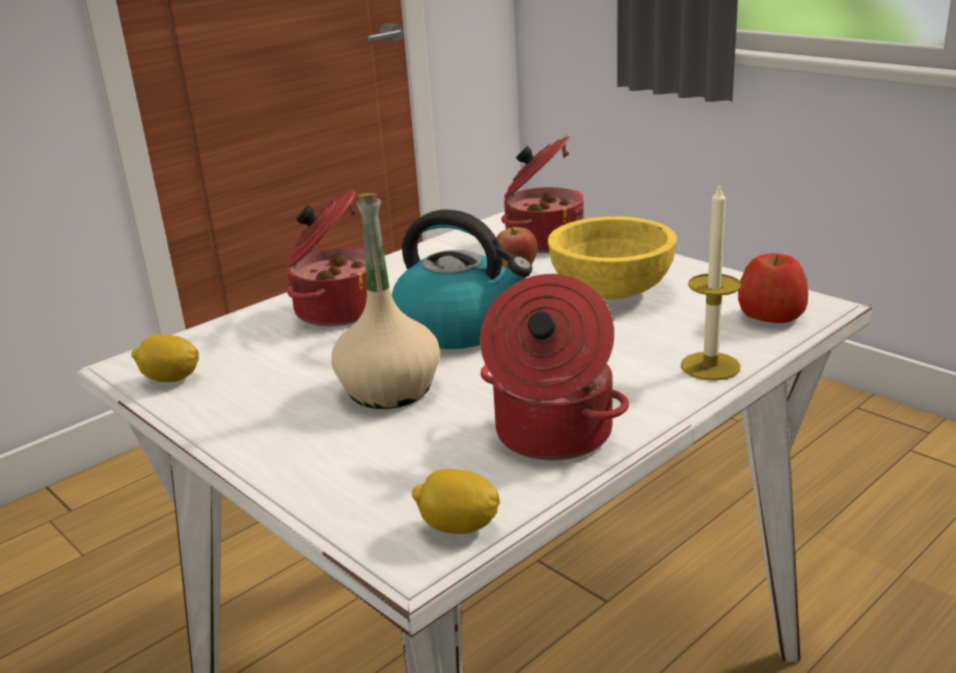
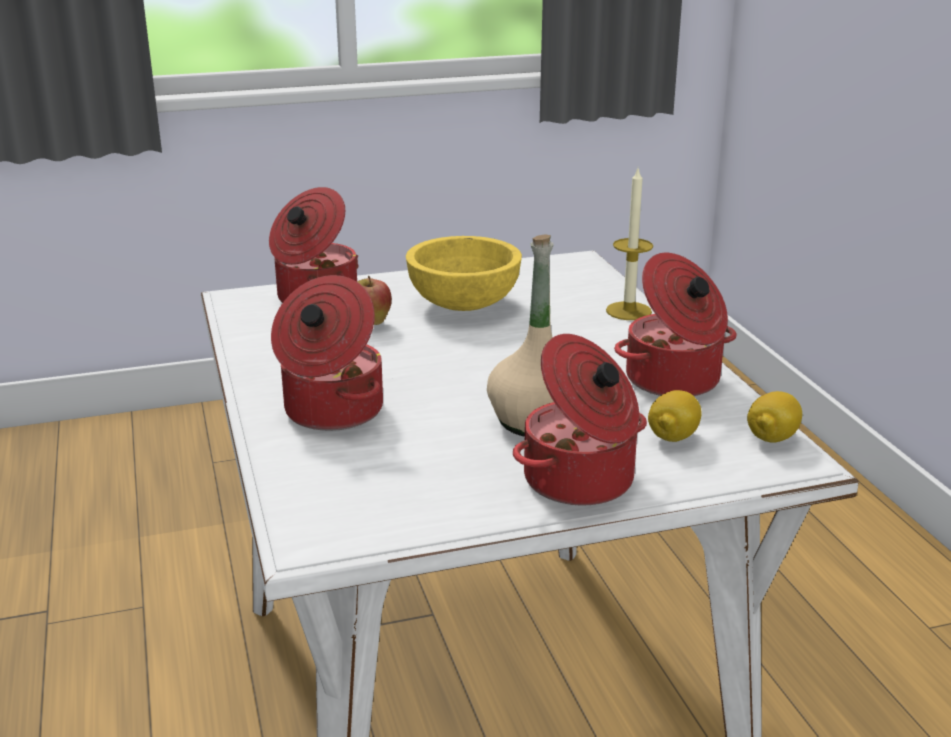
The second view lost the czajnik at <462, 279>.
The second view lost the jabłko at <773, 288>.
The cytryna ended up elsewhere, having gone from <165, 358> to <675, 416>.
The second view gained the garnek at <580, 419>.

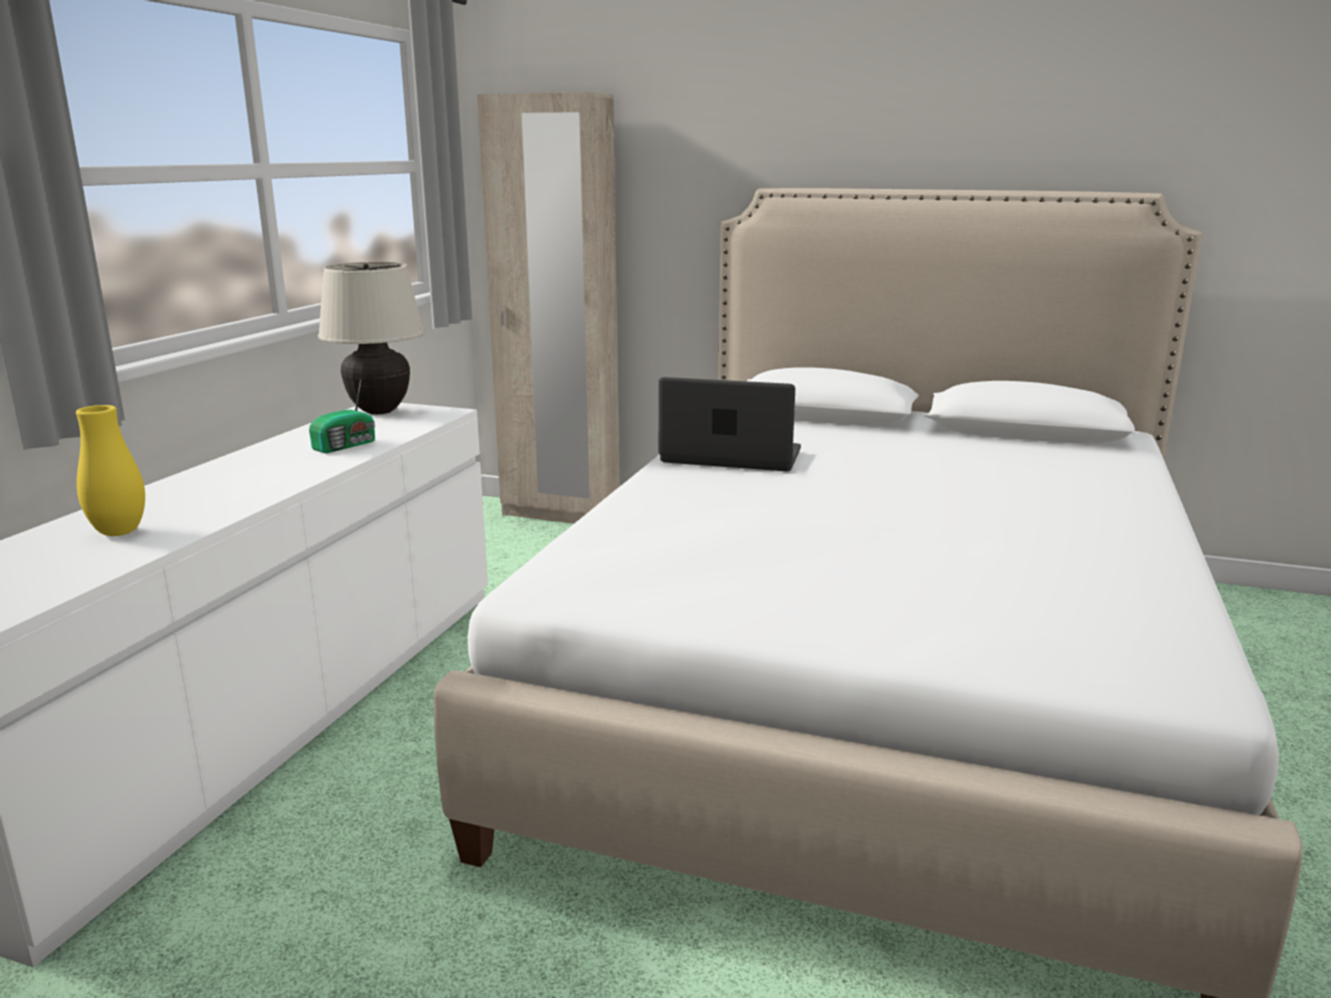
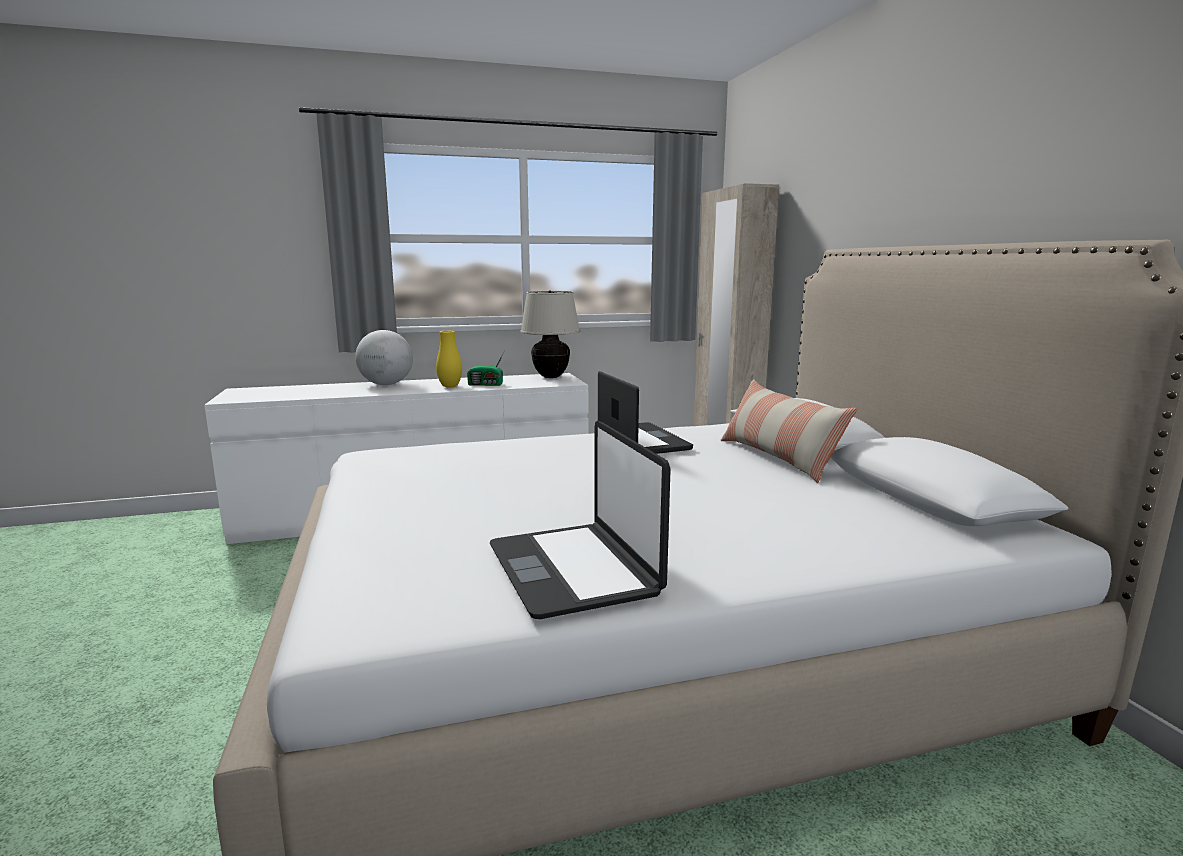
The wazon/żółty ended up elsewhere, having gone from <110, 470> to <449, 359>.
The second view gained the globus at <384, 357>.
The second view gained the poduszka at <788, 431>.
The second view gained the laptop at <580, 520>.

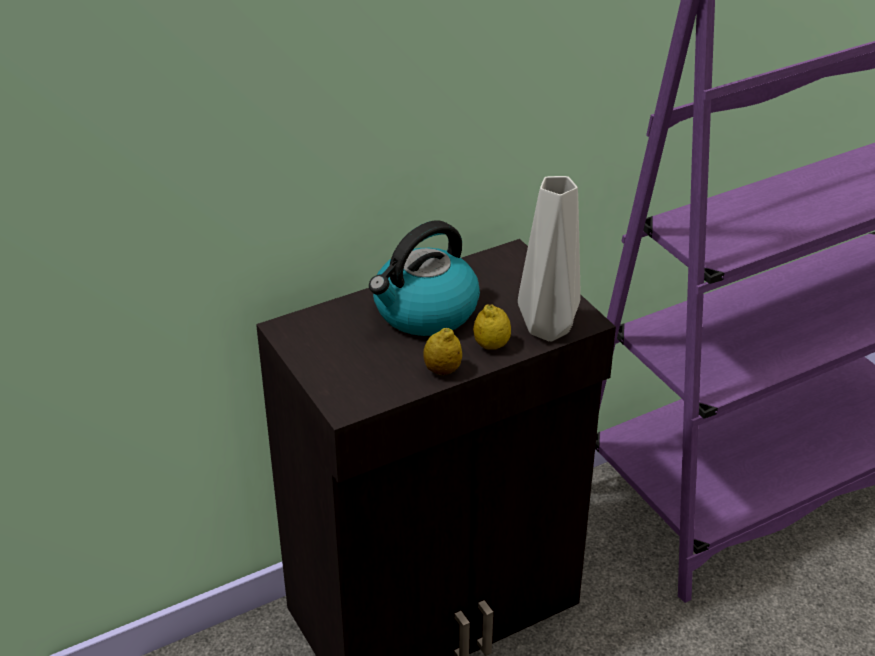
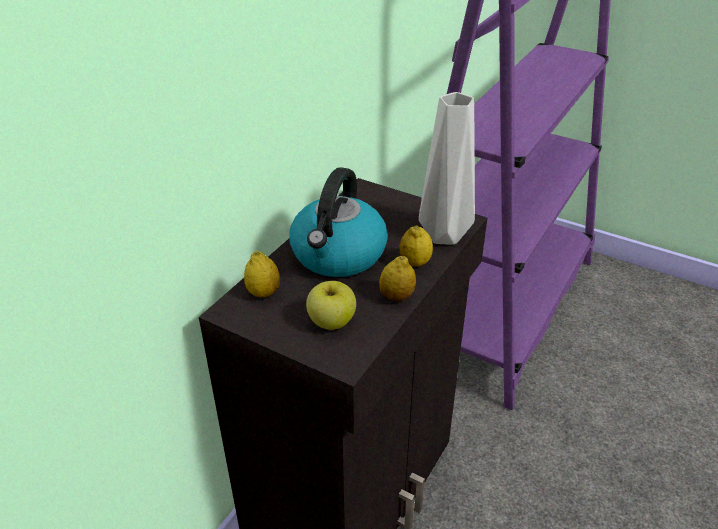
The second view gained the cytryna at <262, 274>.
The second view gained the jabłko at <331, 305>.

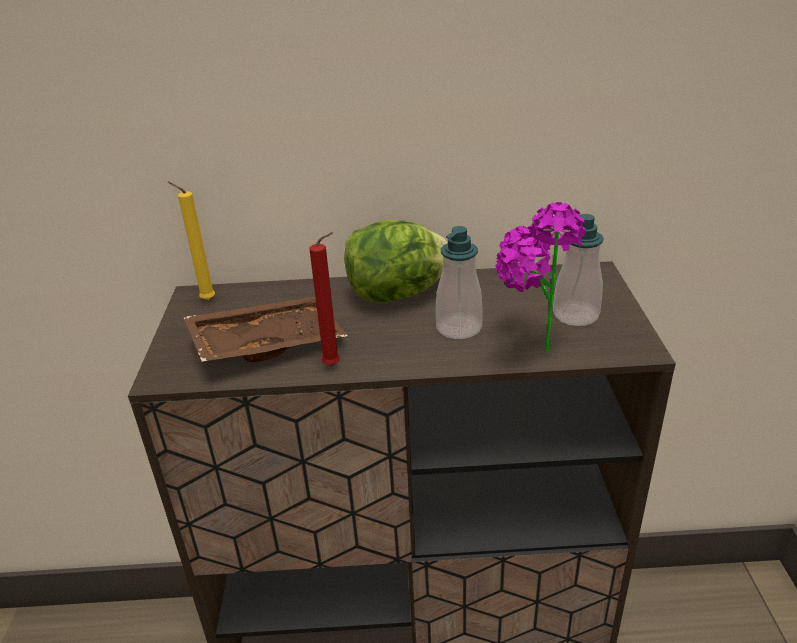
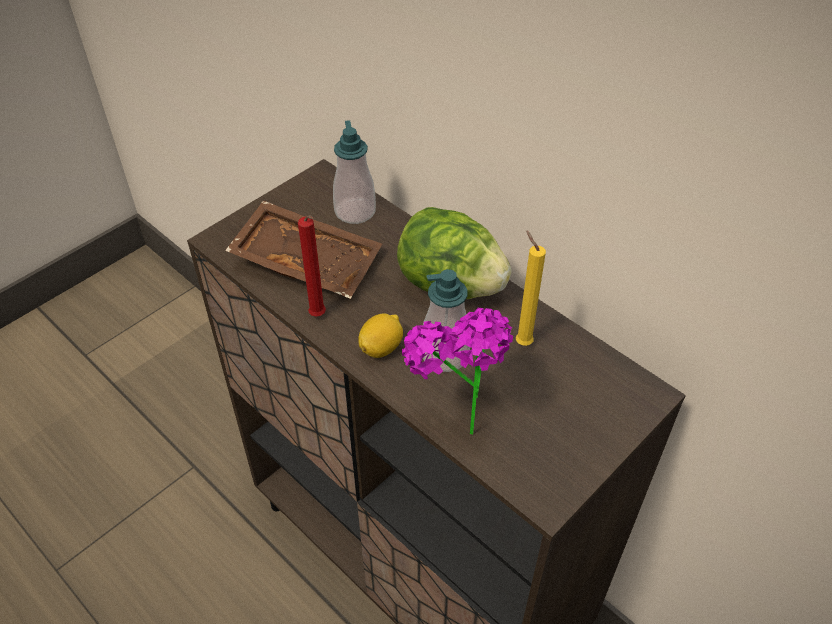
The świeca/żółty ended up elsewhere, having gone from <191, 240> to <531, 288>.
The dozownik mydła ended up elsewhere, having gone from <578, 270> to <354, 172>.
The second view gained the cytryna at <380, 335>.

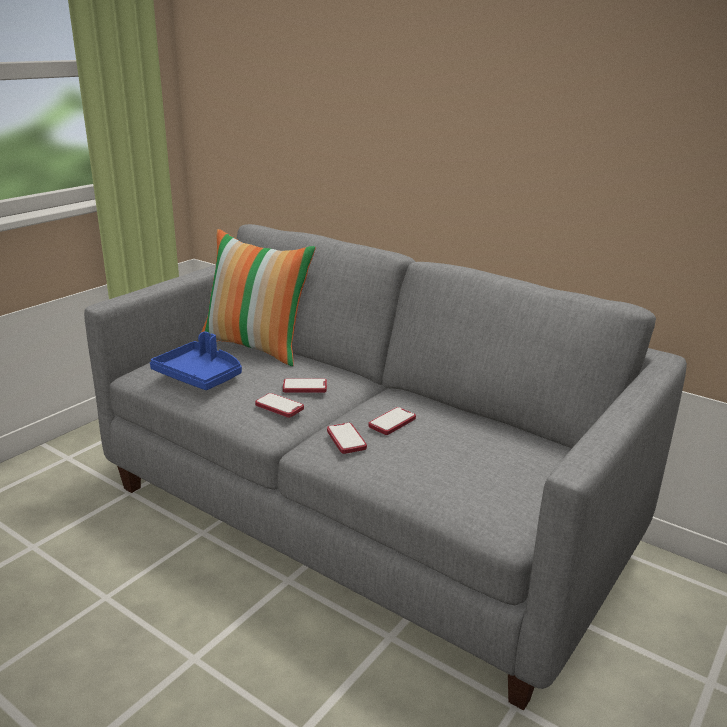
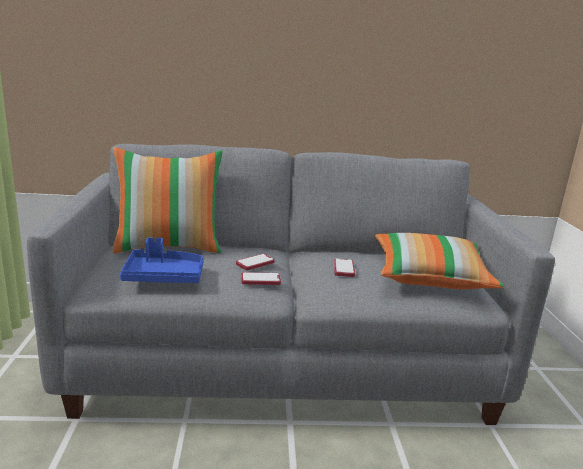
The second view lost the telefon at <347, 438>.
The second view gained the poduszka at <439, 261>.

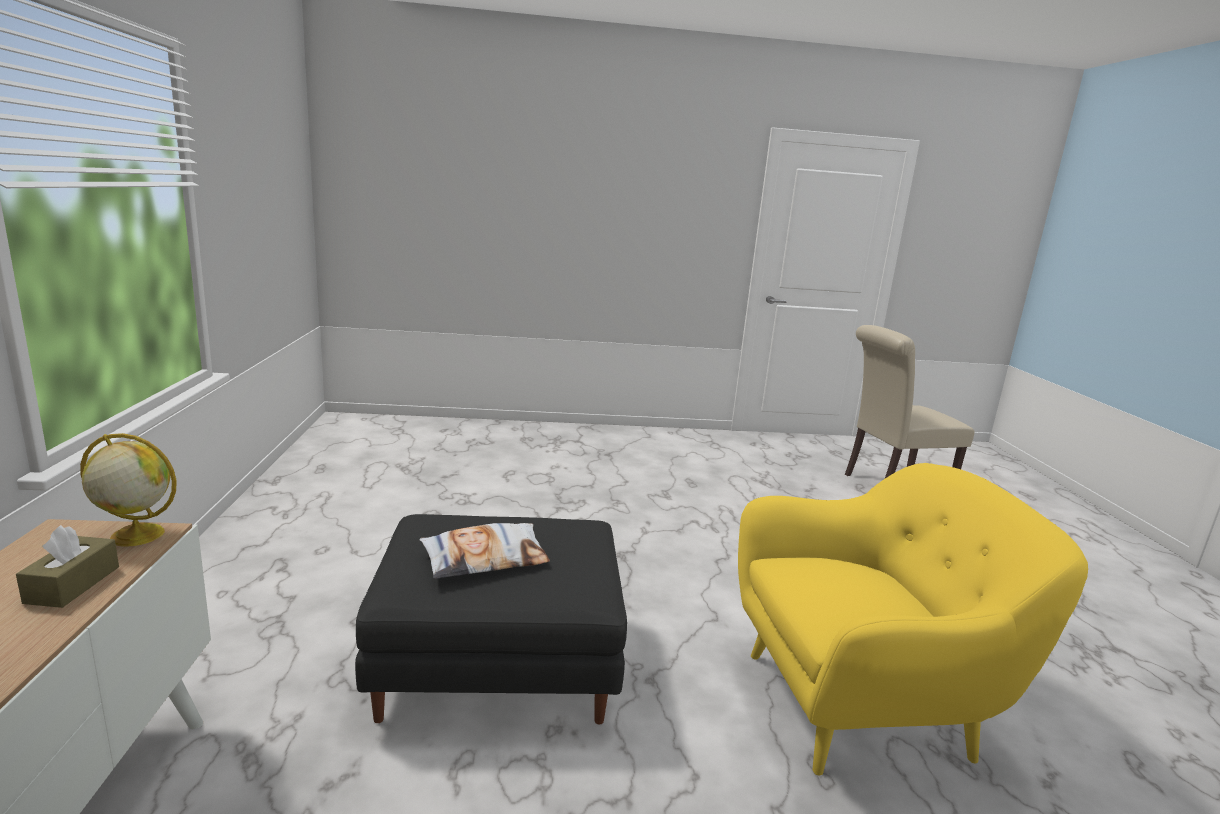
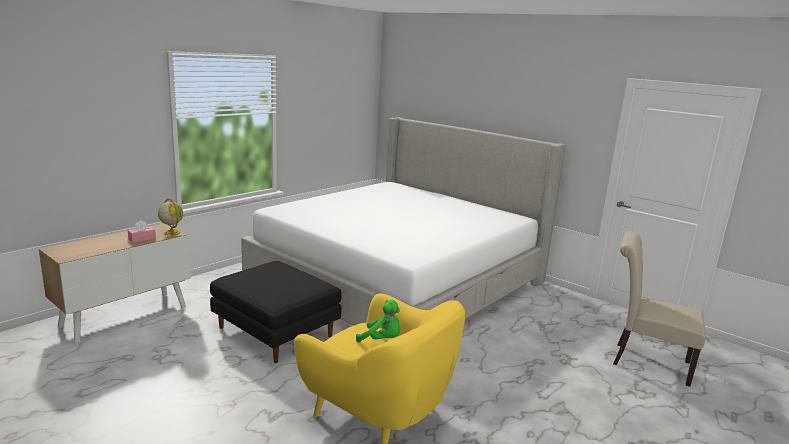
The second view lost the poduszka at <484, 551>.
What was the pudełko chusteczek/brązowy at <67, 566> turned into the pudełko chusteczek/różowy at <142, 231>.
The second view gained the łóżko at <403, 221>.
The second view gained the pluszak/zielony at <378, 321>.

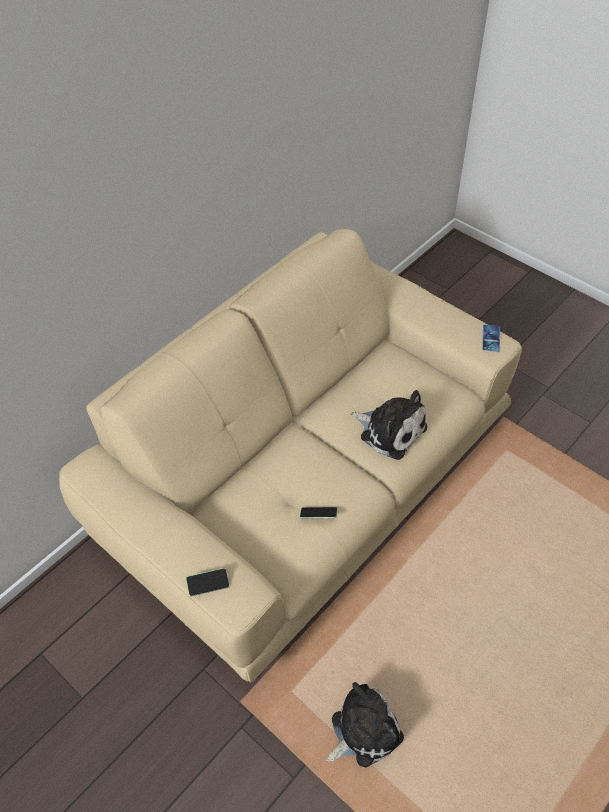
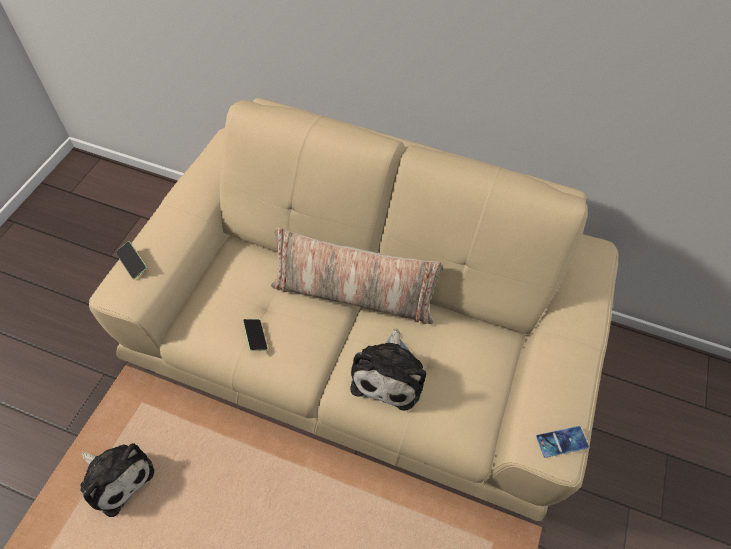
The second view gained the poduszka at <357, 275>.

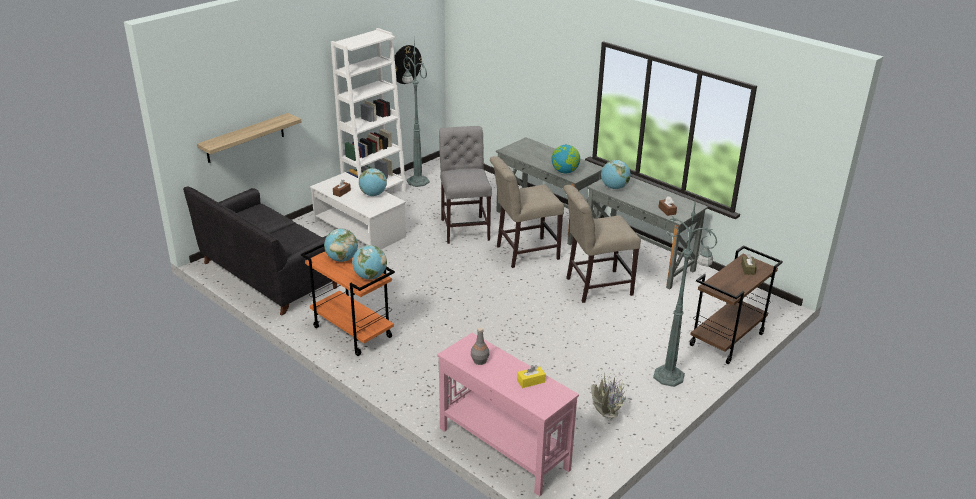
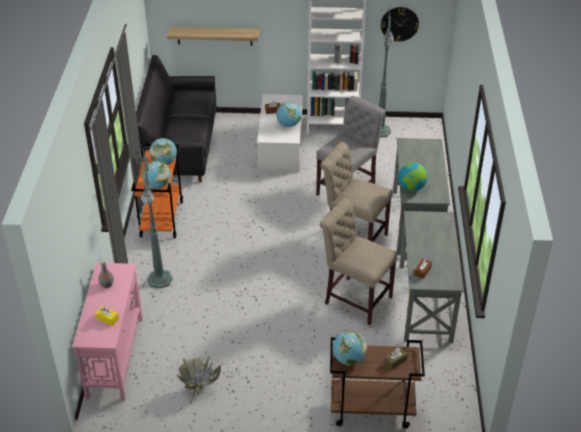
The globus ended up elsewhere, having gone from <616, 174> to <350, 348>.
The lampa stojąca/zielony ended up elsewhere, having gone from <685, 292> to <157, 216>.

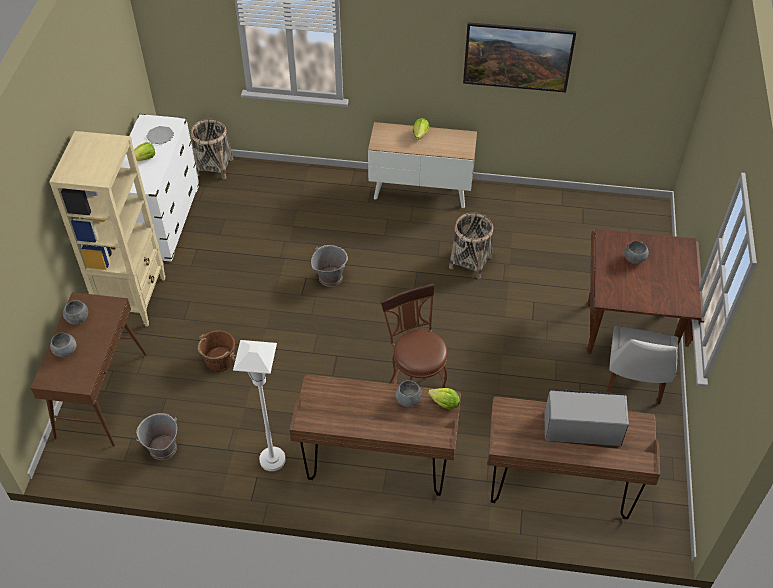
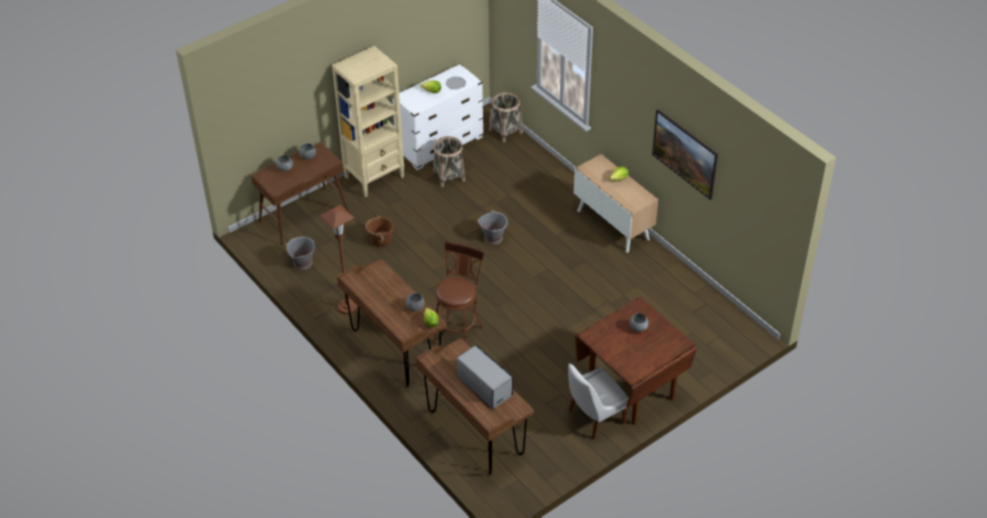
The koszyk ended up elsewhere, having gone from <471, 245> to <449, 161>.
What was the lampa stojąca/biały at <259, 405> turned into the lampa stojąca/brązowy at <338, 260>.

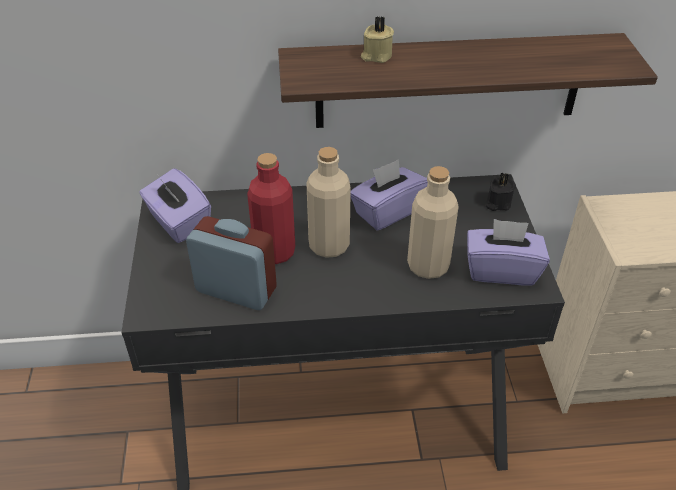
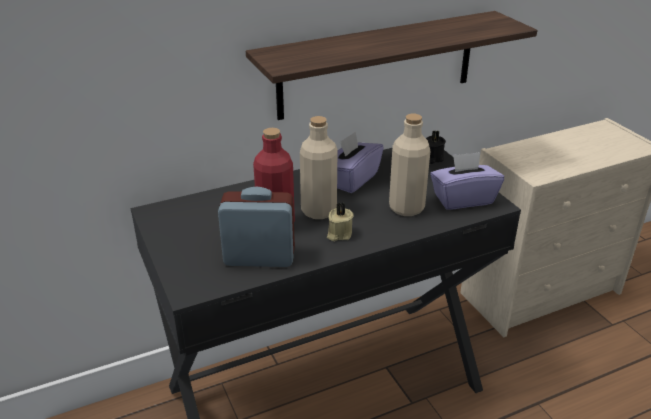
The świeca/beżowy ended up elsewhere, having gone from <377, 39> to <340, 222>.
The second view lost the pudełko chusteczek/fioletowy at <175, 205>.

